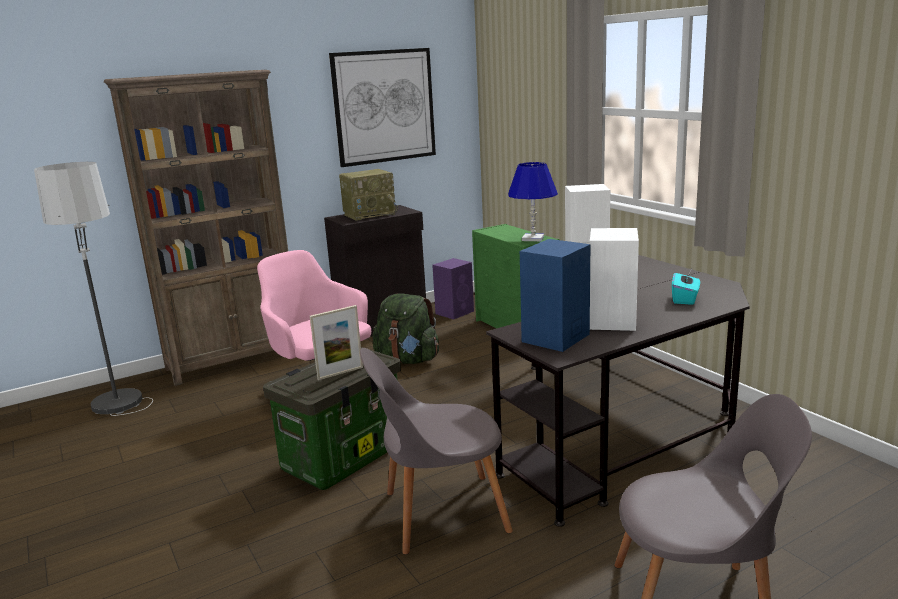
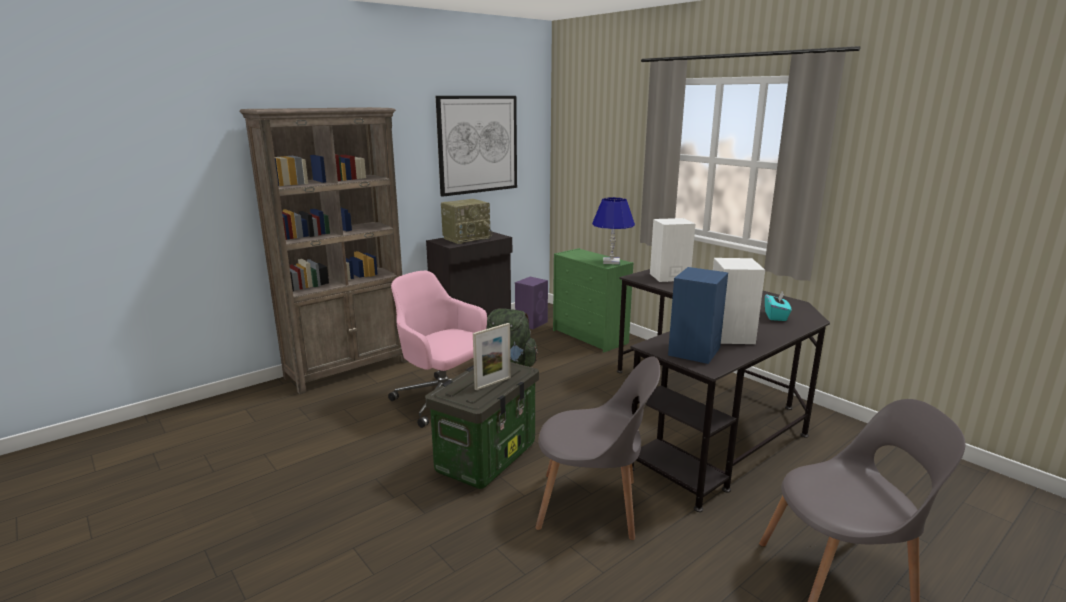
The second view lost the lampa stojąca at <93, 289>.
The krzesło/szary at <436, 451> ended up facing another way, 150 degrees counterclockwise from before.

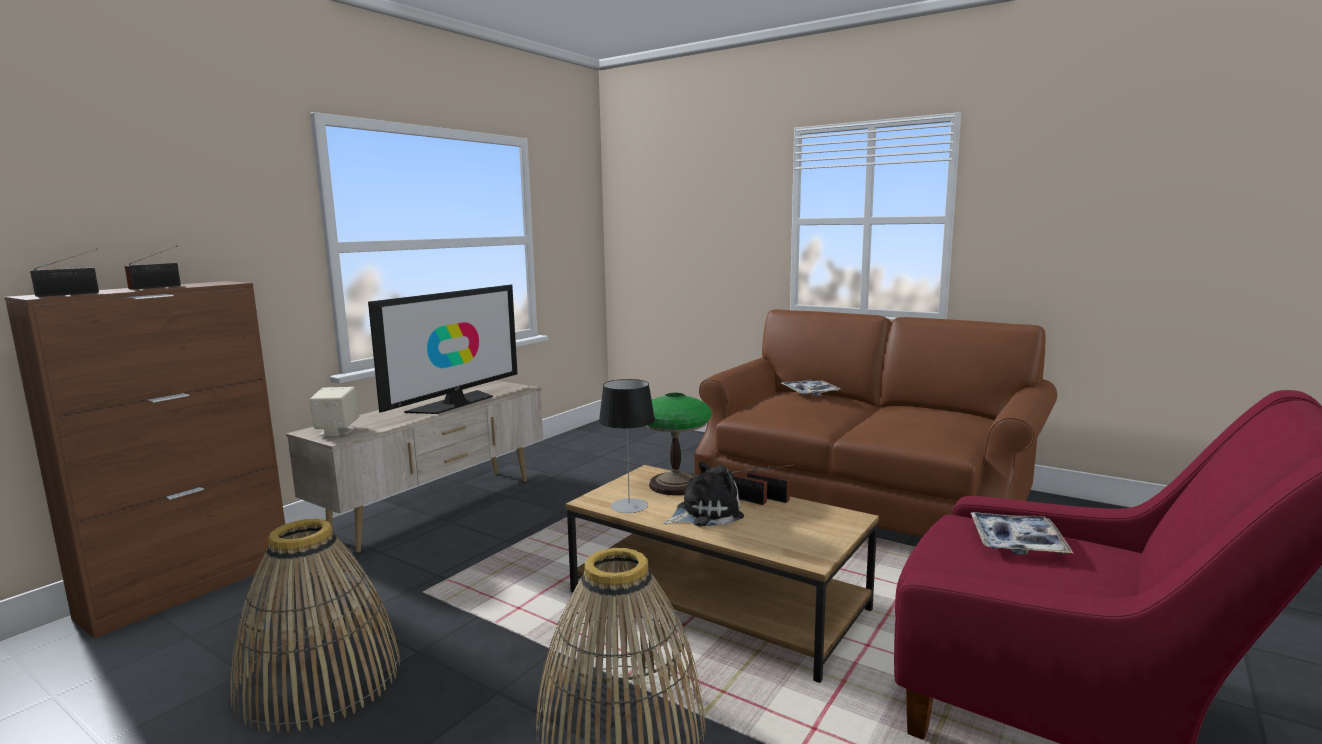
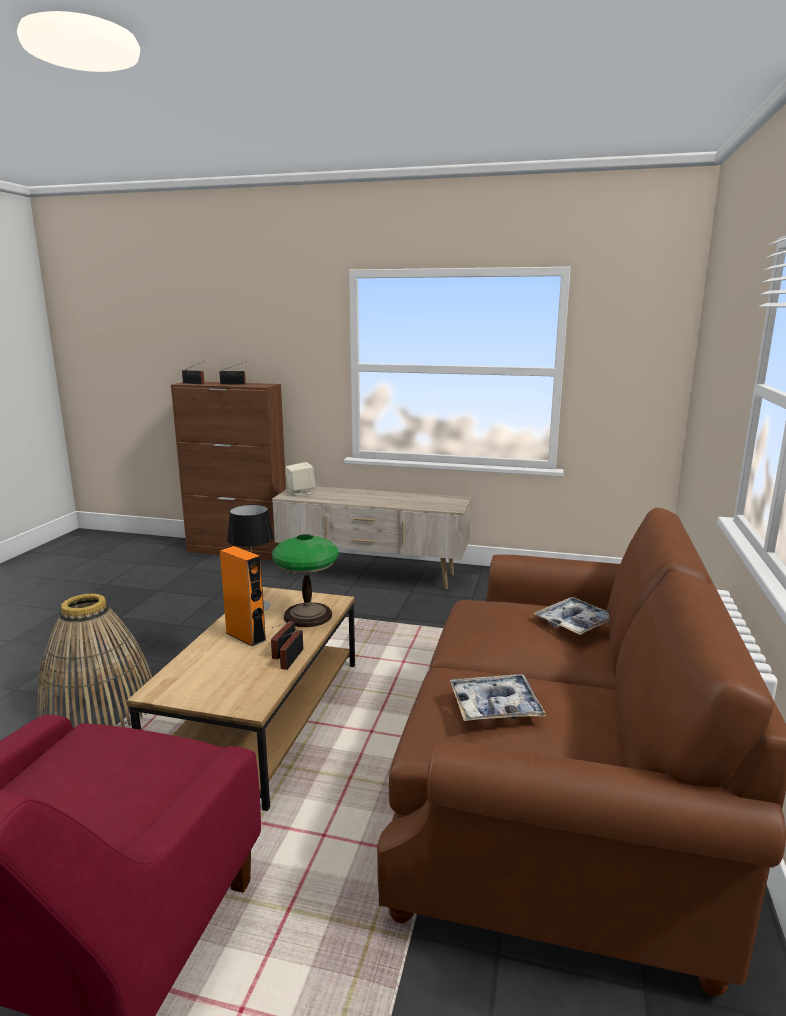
The second view lost the telewizor at <442, 349>.
Where the pluszak stood at <704, 494>, the głośnik/pomarańczowy came to stand at <243, 596>.
The taca ended up elsewhere, having gone from <1022, 533> to <498, 697>.
The second view lost the koszyk at <315, 626>.

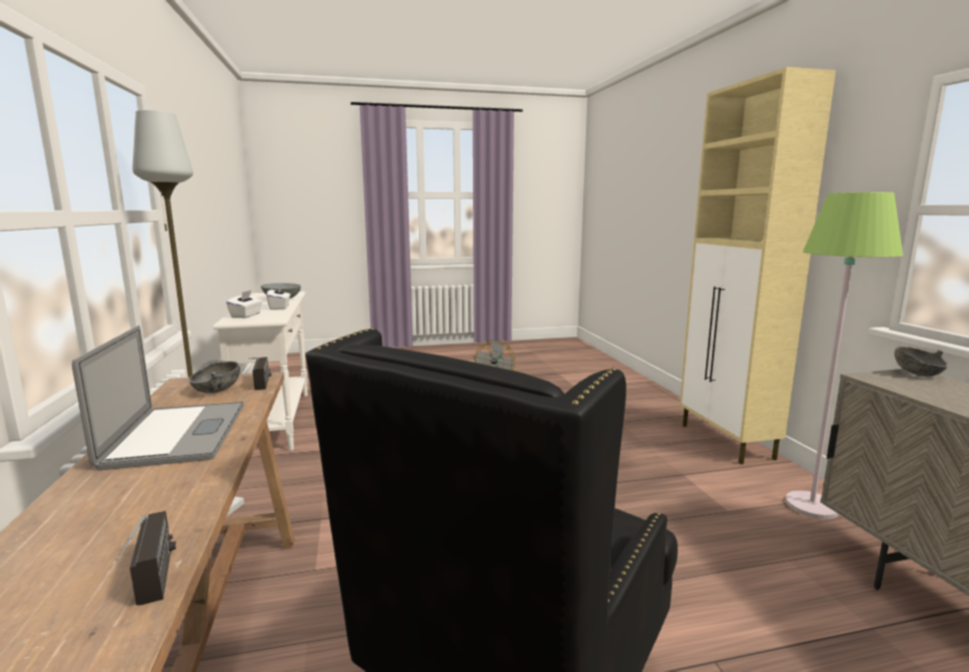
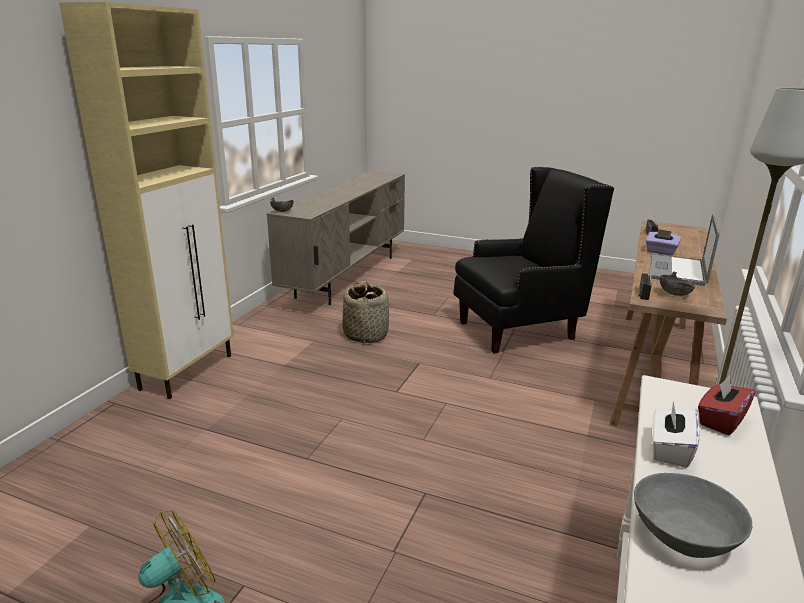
The second view lost the lampa stojąca/zielony at <844, 355>.
What was the pudełko chusteczek/biały at <244, 304> turned into the pudełko chusteczek/czerwony at <727, 405>.
The second view gained the pudełko chusteczek/fioletowy at <663, 242>.
The second view gained the koszyk at <365, 312>.

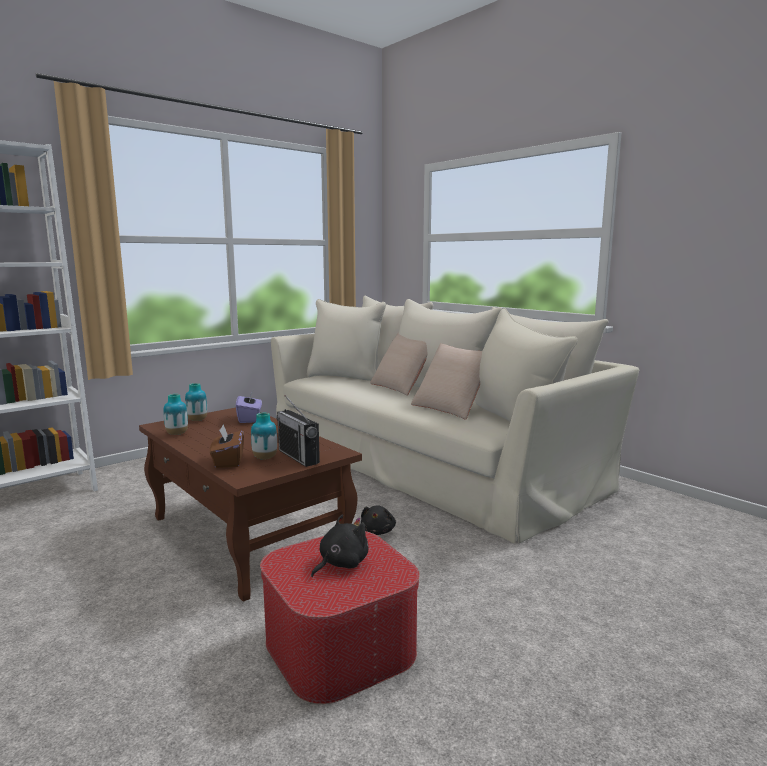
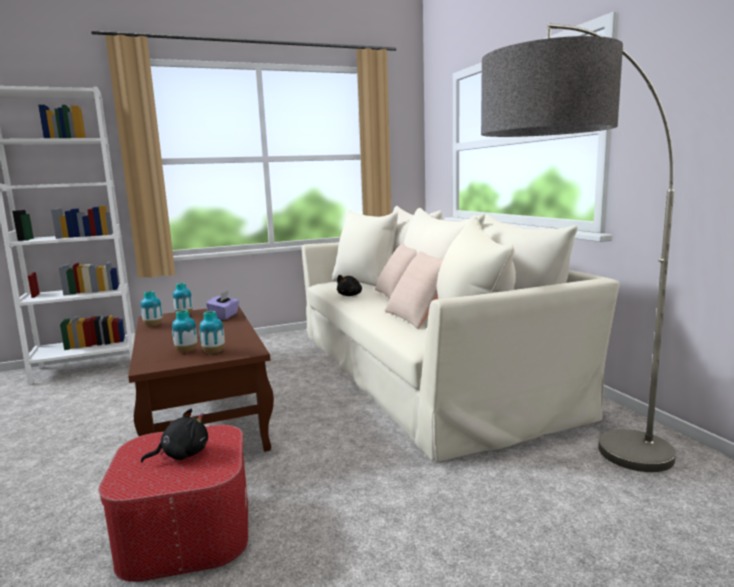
Where the radio stood at <298, 431>, the wazon came to stand at <212, 332>.
The second view lost the pudełko chusteczek/brązowy at <227, 446>.
The pluszak/czarny ended up elsewhere, having gone from <378, 520> to <349, 285>.
The second view gained the lampa stojąca at <578, 247>.

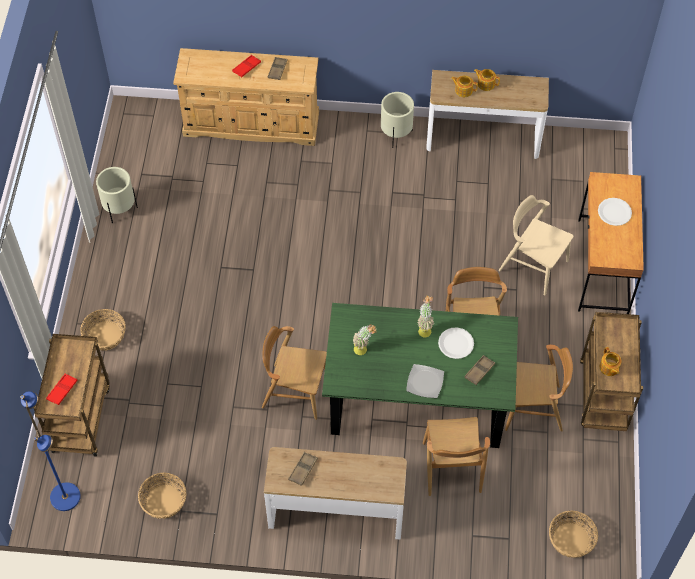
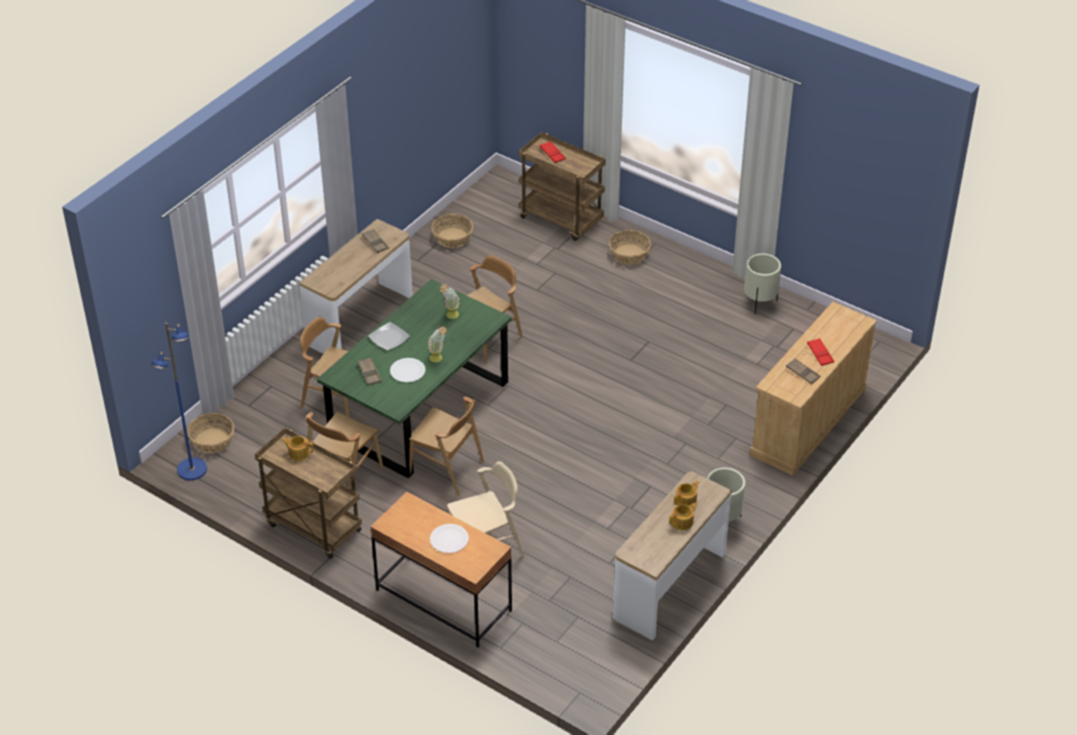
The lampa stojąca/niebieski ended up elsewhere, having gone from <51, 451> to <179, 401>.

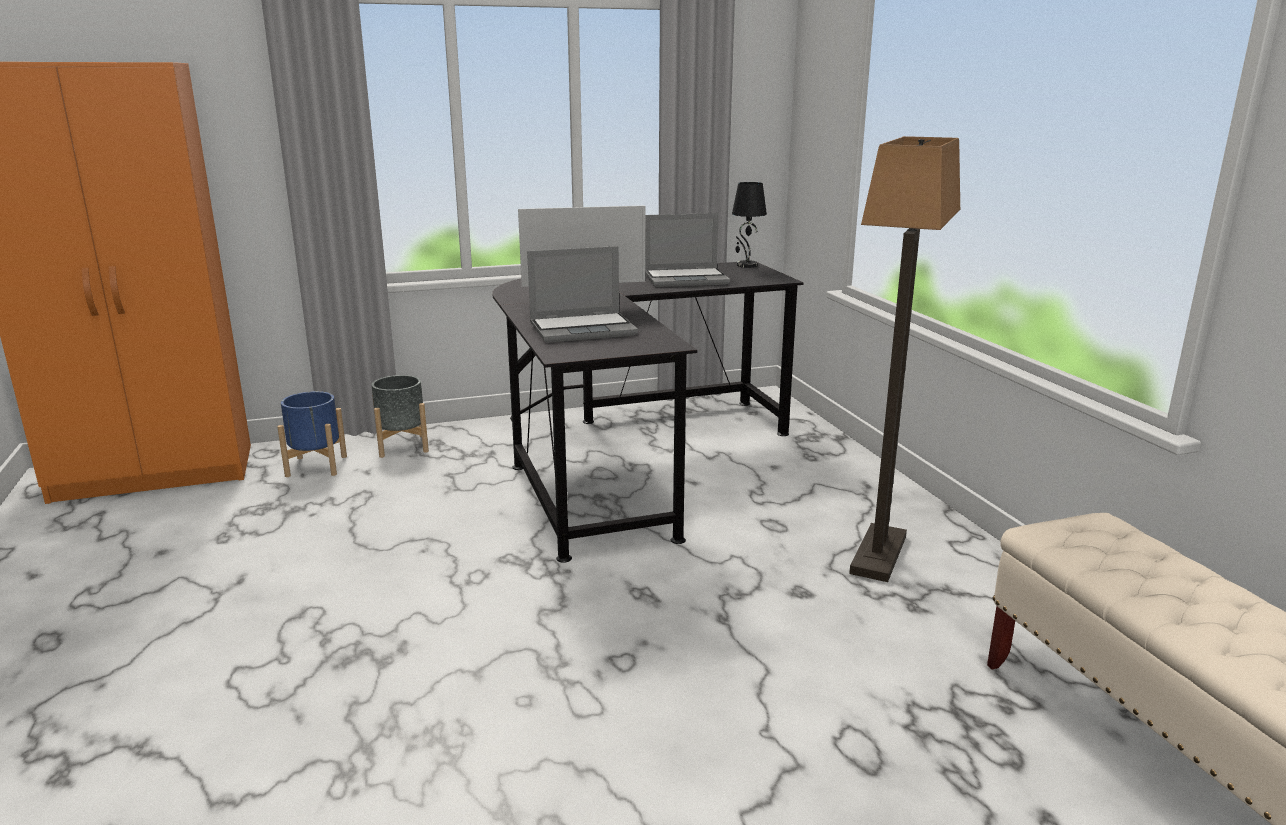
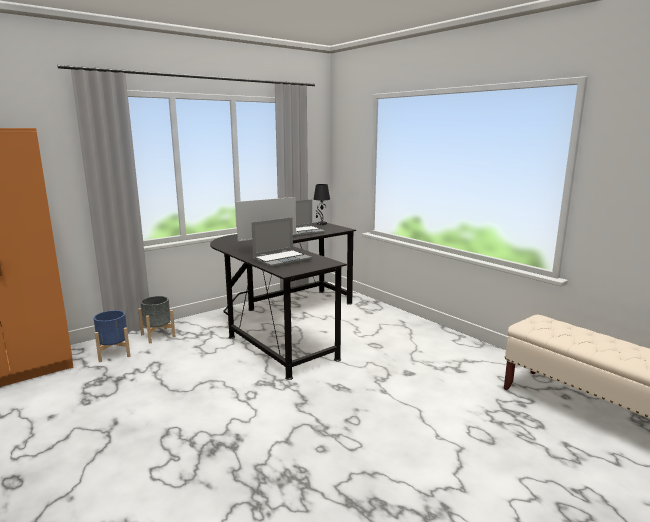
The second view lost the lampa stojąca at <904, 359>.

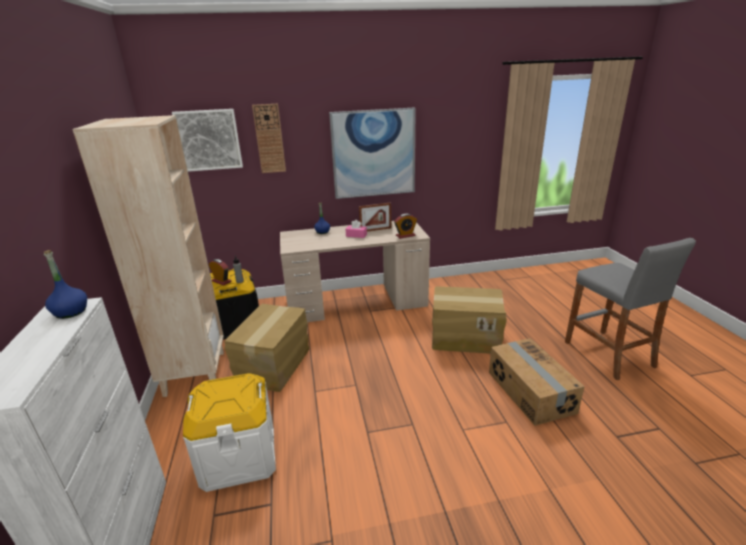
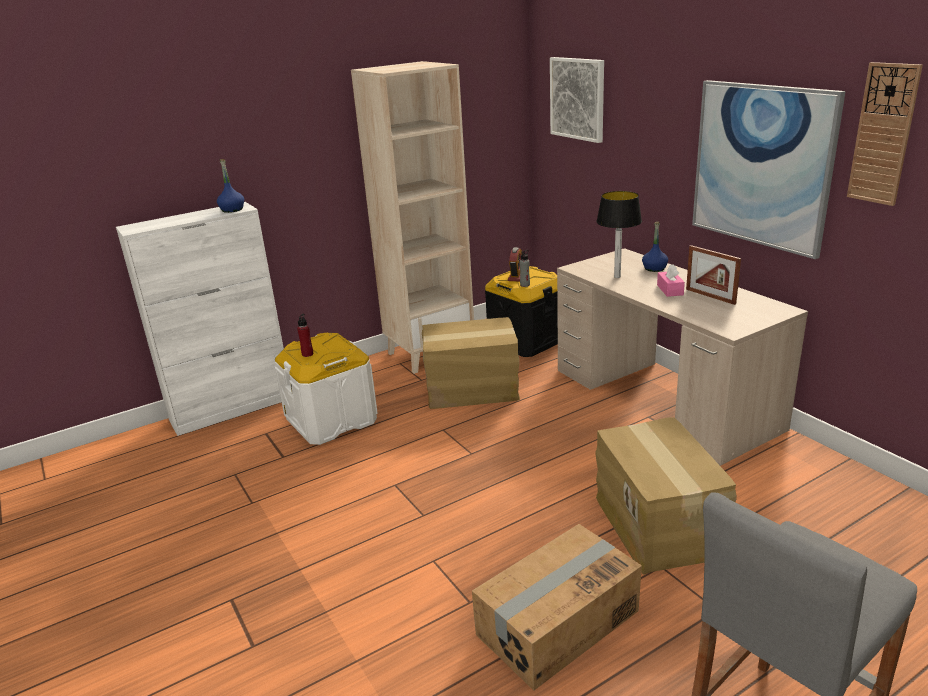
The zegar ścienny ended up elsewhere, having gone from <269, 138> to <885, 134>.
The second view lost the budzik at <405, 226>.
The second view gained the lampa stołowa at <619, 234>.
The second view gained the butelka/czerwony at <305, 335>.

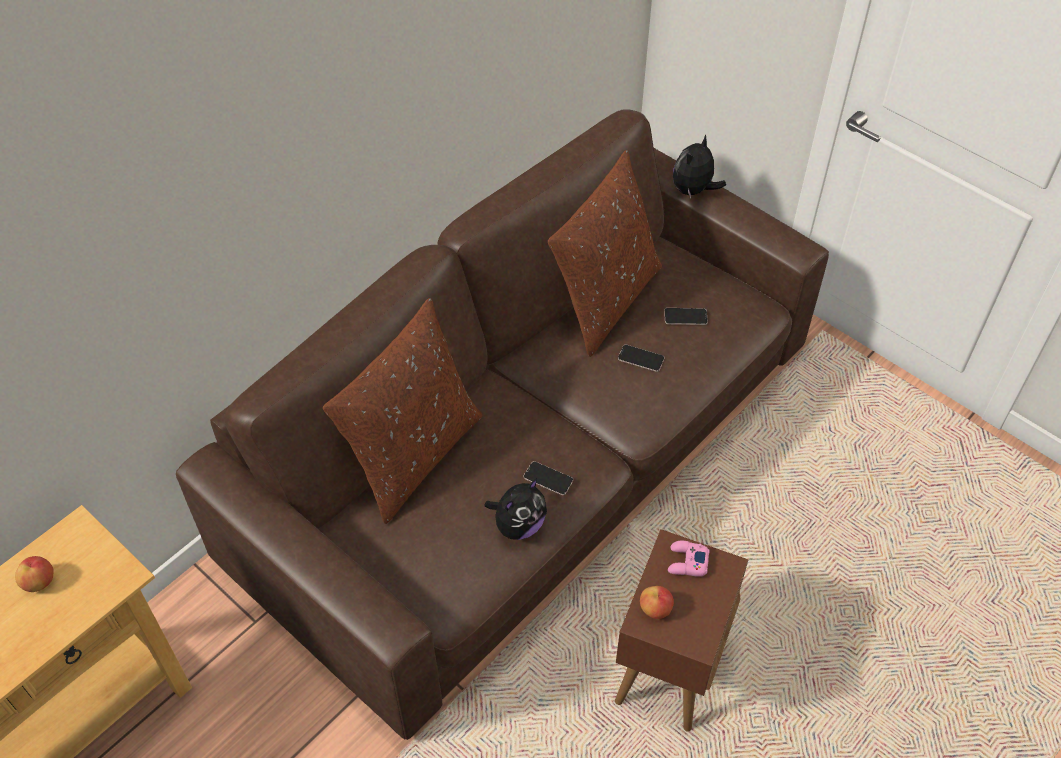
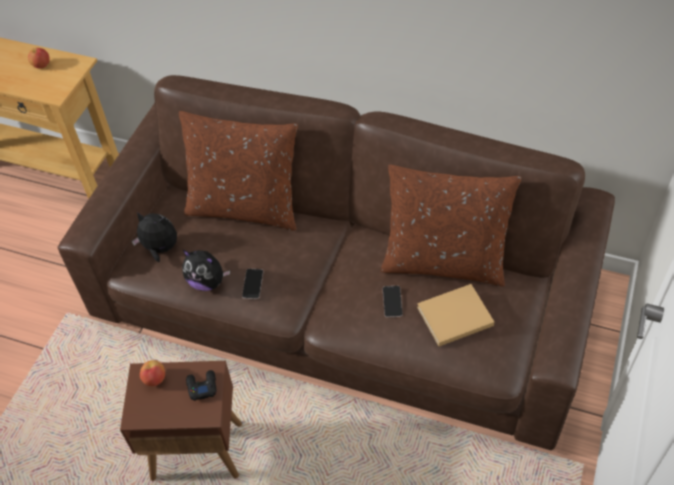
The pluszak ended up elsewhere, having gone from <699, 166> to <154, 237>.
Where the telefon stood at <686, 316>, the książka/beżowy came to stand at <455, 315>.
What was the pad do gier/różowy at <689, 559> turned into the pad do gier/czarny at <201, 385>.

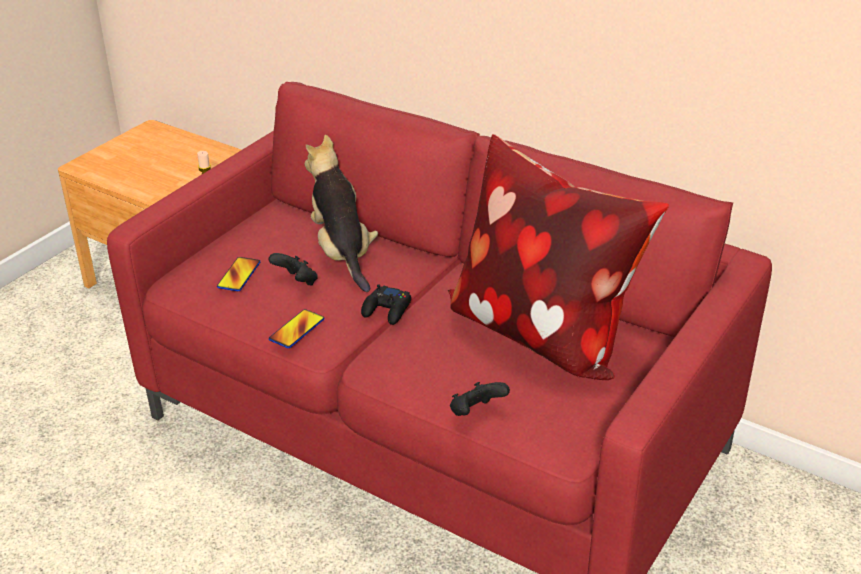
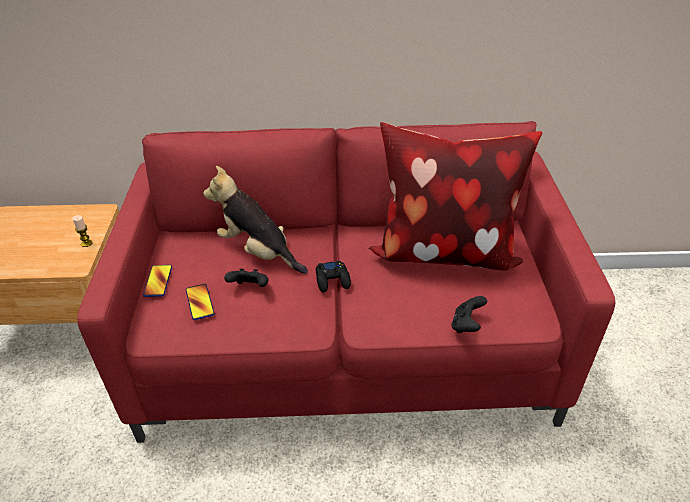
The telefon ended up elsewhere, having gone from <296, 328> to <157, 281>.

